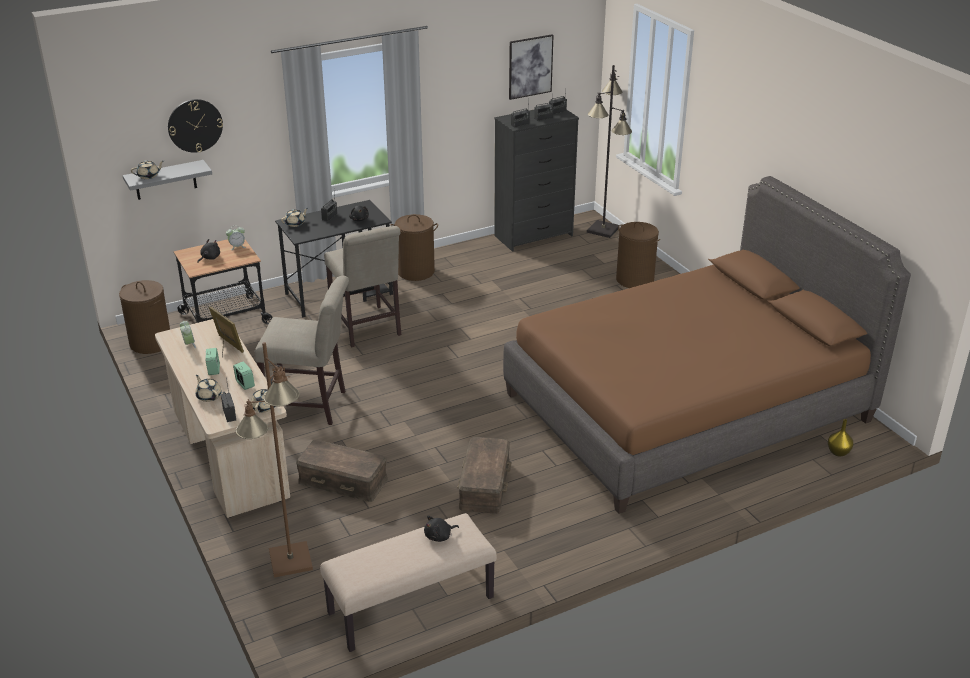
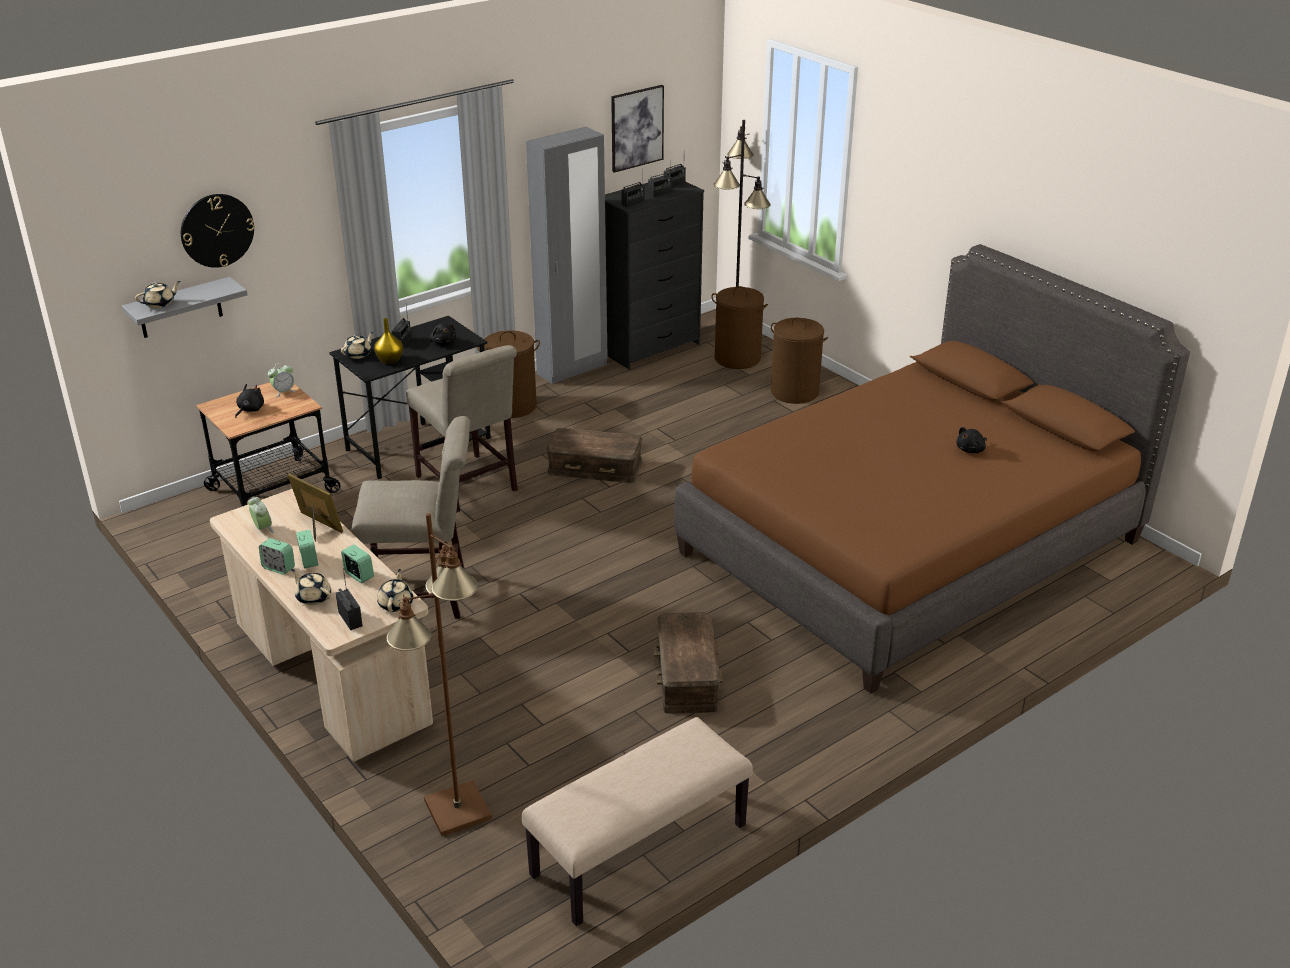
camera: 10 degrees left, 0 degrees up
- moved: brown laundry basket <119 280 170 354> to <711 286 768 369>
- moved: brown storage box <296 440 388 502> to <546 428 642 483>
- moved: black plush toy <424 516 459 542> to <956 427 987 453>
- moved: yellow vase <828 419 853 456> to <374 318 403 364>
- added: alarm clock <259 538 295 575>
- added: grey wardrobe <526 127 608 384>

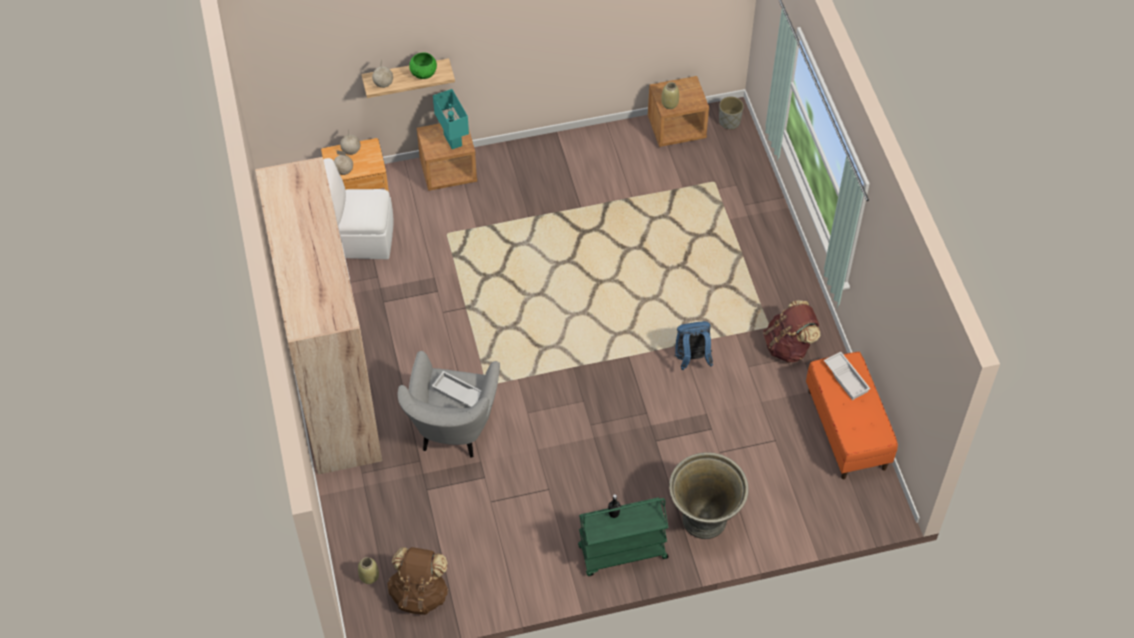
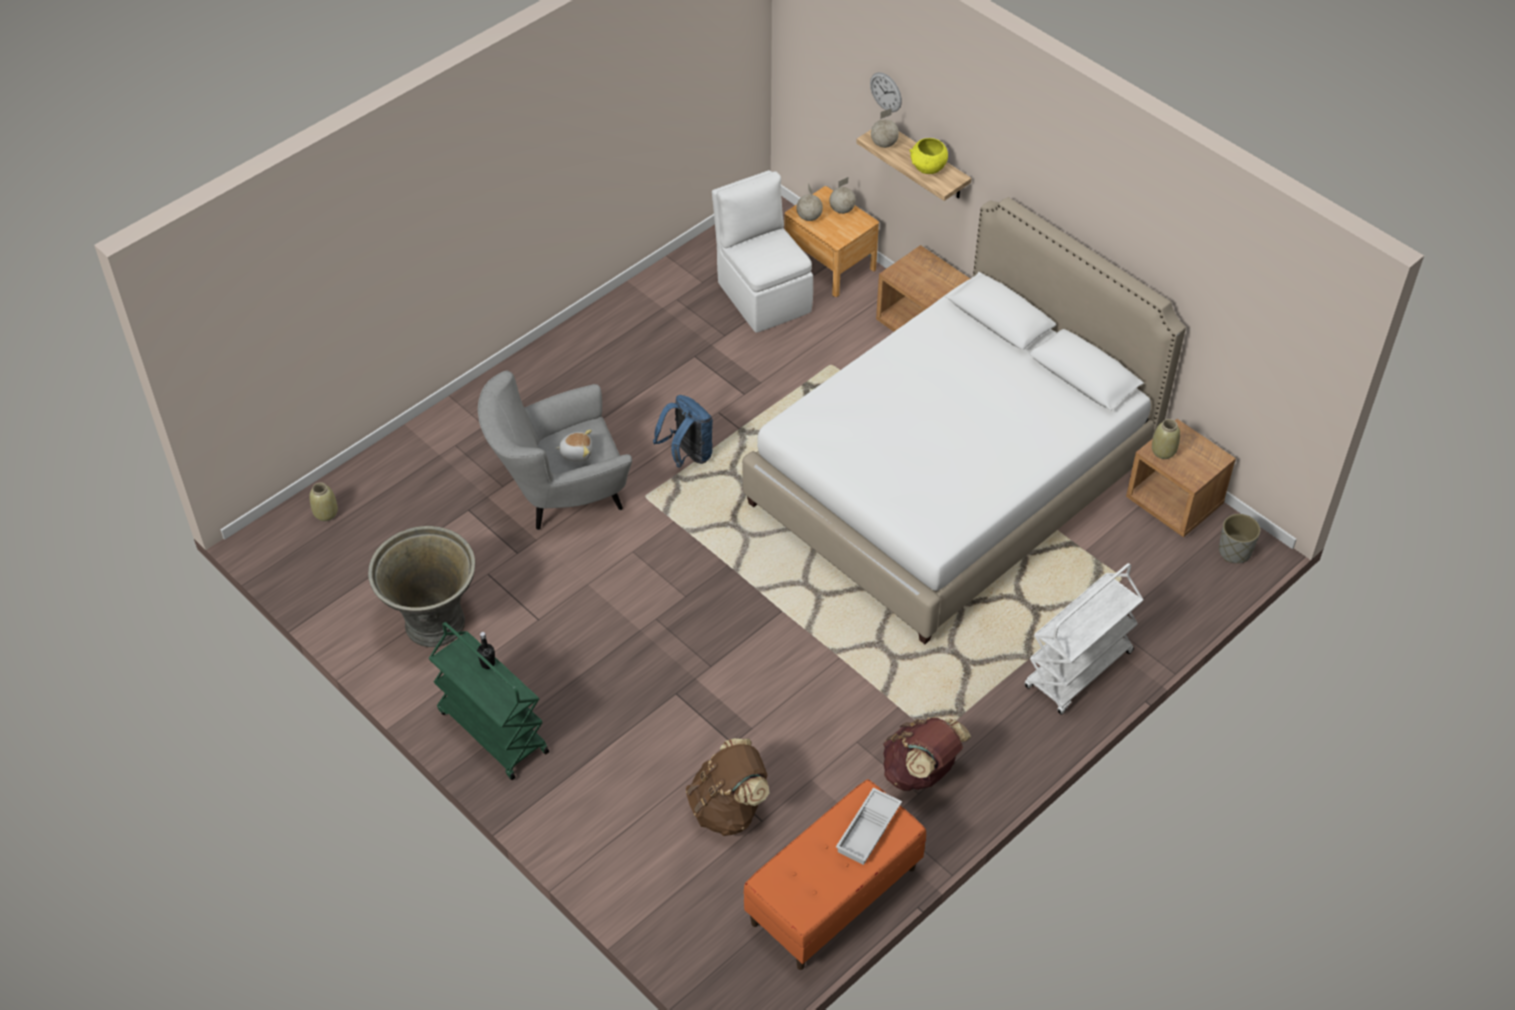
camera: 60 degrees right, 5 degrees down
- removed: beige wardrobe <255 157 382 475>
- moved: brown backpack <387 547 449 615> to <686 738 770 836>
- recoloured: green bowl <409 52 437 79> to yellow bowl <909 138 948 174>
- replaced: white tray <432 371 481 407> to plush toy <555 430 592 462>
- removed: turquoise table lamp <433 89 469 149>
- moved: grey planter <669 452 749 539> to <368 526 475 647>
- moved: blue backpack <674 321 713 370> to <653 395 713 468>
- added: white bed <742 197 1186 644>
- added: wall clock <870 72 902 112>
- added: white cart <1024 563 1144 715>

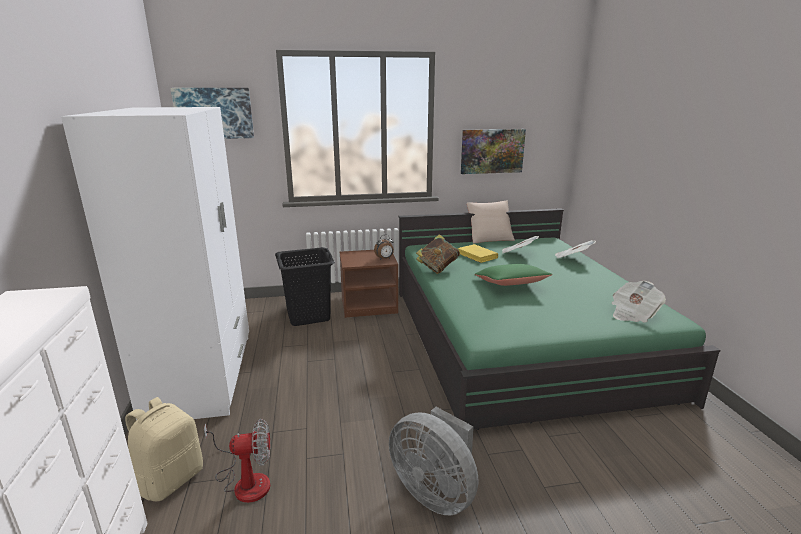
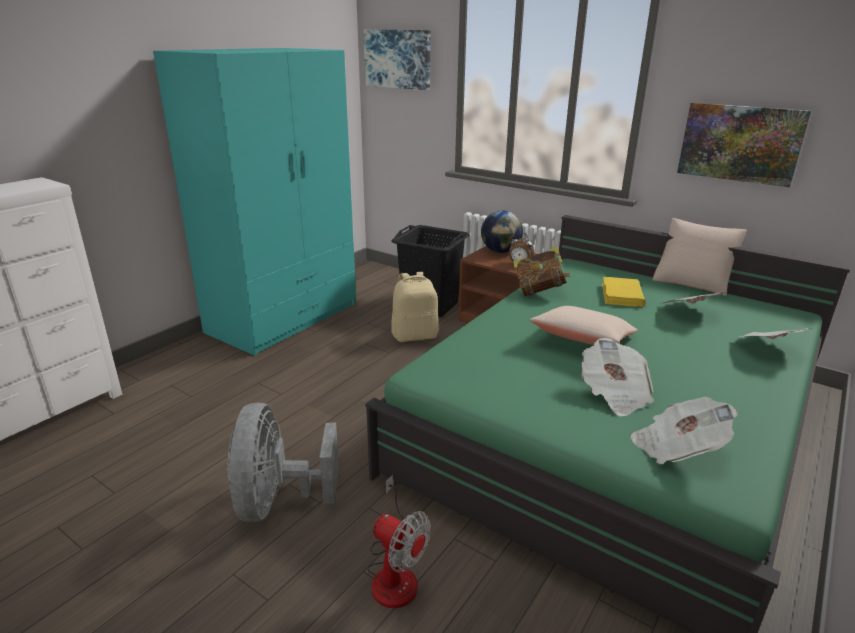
camera: 45 degrees right, 5 degrees up
- recoloured: white wardrobe <61 107 249 421> to turquoise wardrobe <153 48 356 356>
- moved: beige backpack <125 397 203 501> to <391 272 439 342>
- moved: fan <204 419 270 503> to <367 475 430 608>
- recoloured: green pillow <475 264 553 286> to beige pillow <530 306 637 345>
- added: globe <481 211 523 253>
- added: newspaper <582 338 654 417>

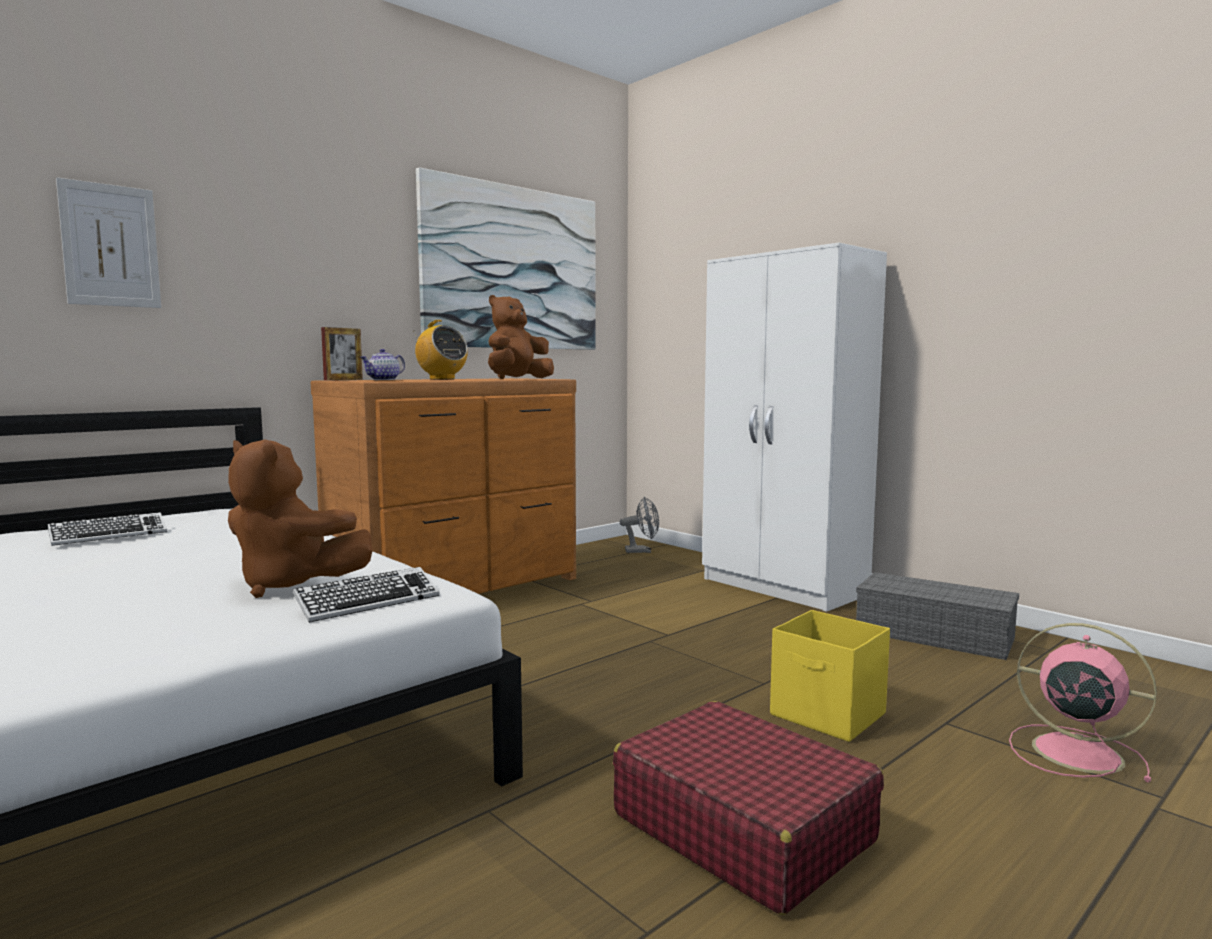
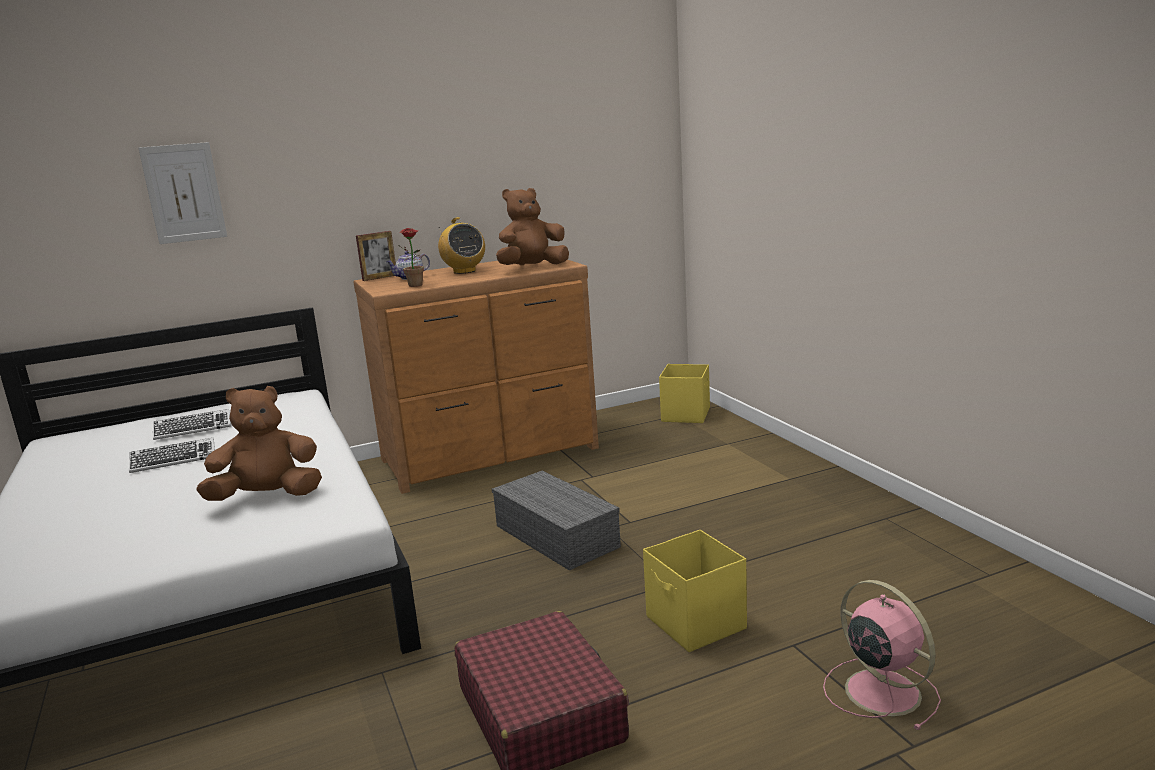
camera: 20 degrees right, 10 degrees up
- turned: brown plush toy <228 439 372 598> = <197 386 322 501> 120 degrees clockwise
- moved: keyboard <293 567 440 623> to <129 438 215 473>
- removed: picture <416 167 596 350>
- replaced: grey fan <620 497 659 553> to yellow storage box <659 364 710 423>
- removed: white wardrobe <702 243 887 612>
- moved: grey storage box <856 572 1019 660> to <492 471 621 571>
- added: potted plant <398 228 424 287>

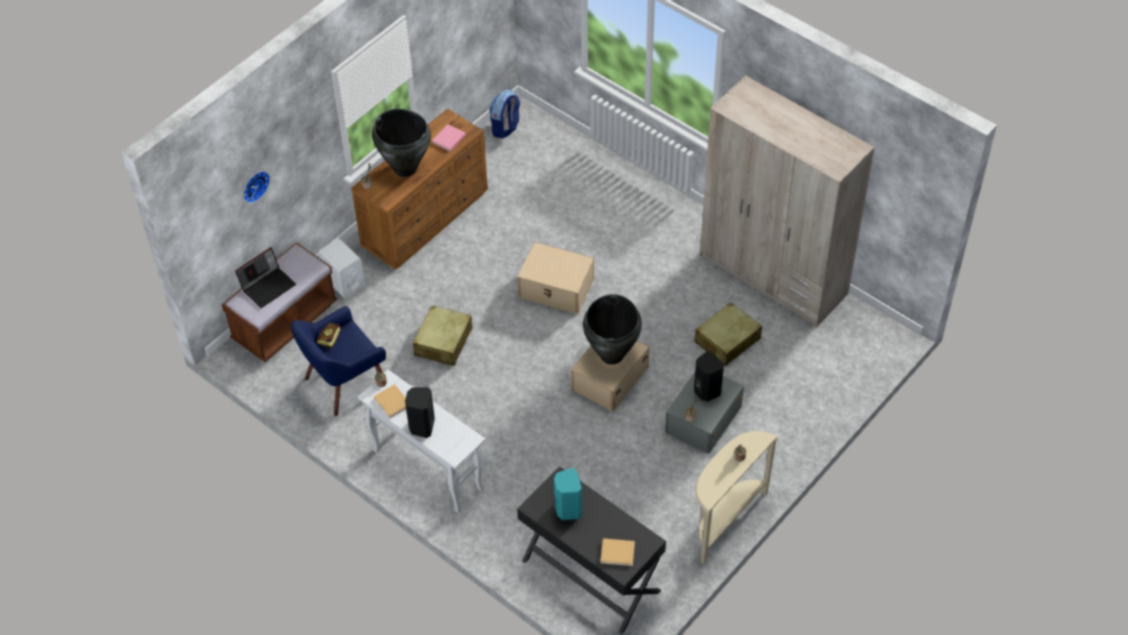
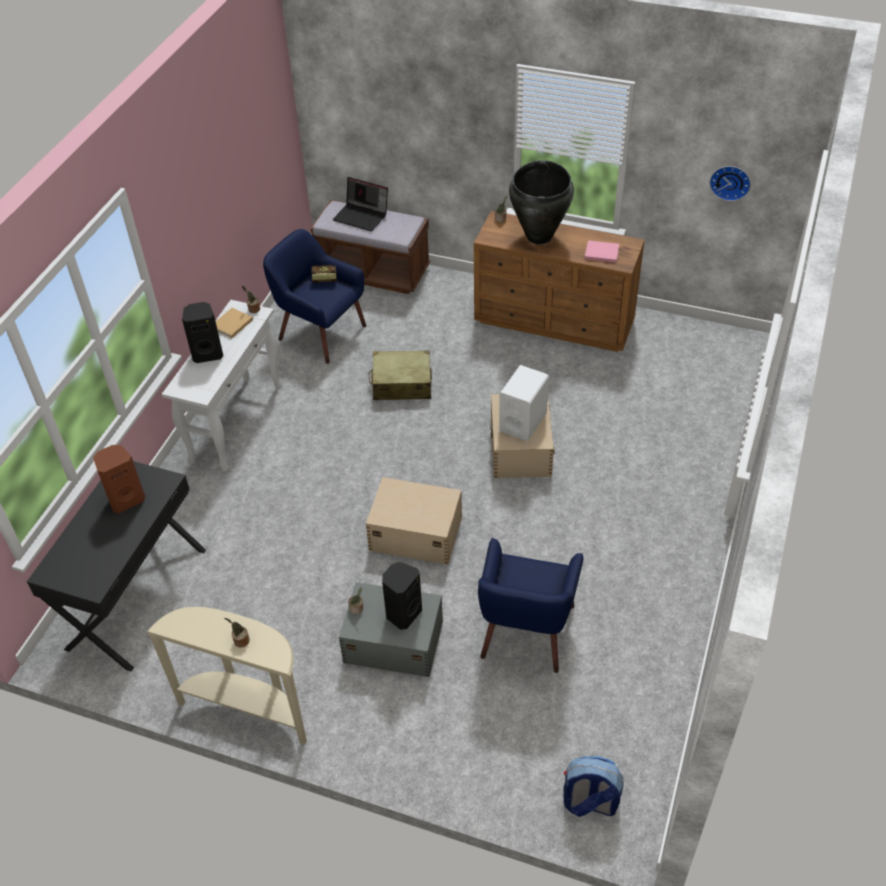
camera: 70 degrees right, 5 degrees down
- moved: wall clock <243 171 270 203> to <710 166 751 201>
- moved: white speaker <319 238 365 298> to <499 365 549 441>
- moved: backpack <489 89 520 138> to <563 756 624 817>
- recoloured: turquoise speaker <554 468 582 520> to brown speaker <93 445 145 513>
- removed: black vase <583 294 642 365>
- removed: beige book <600 538 635 566>
- replaced: beige suitcase <694 302 762 366> to blue armchair <478 538 584 673>
- removed: beige wardrobe <700 76 875 327>

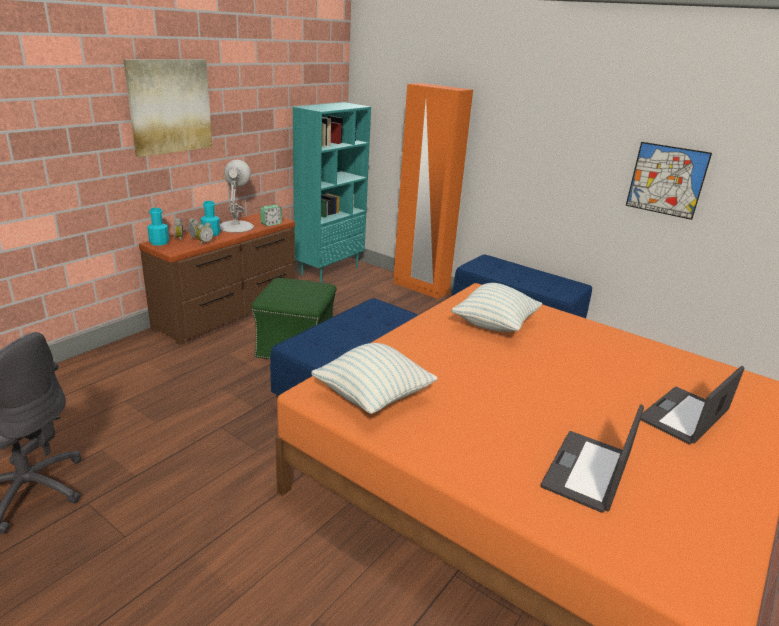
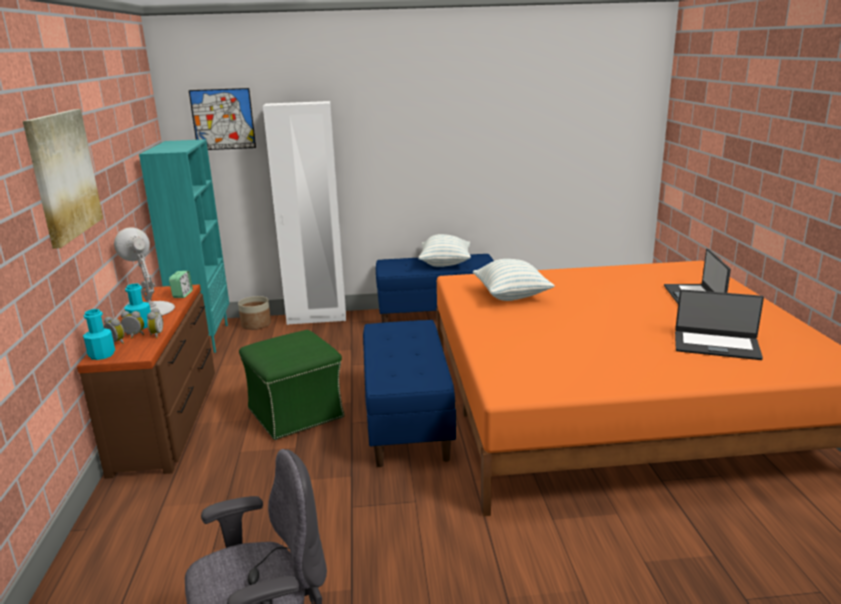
camera: 40 degrees left, 5 degrees down
- moved: pillow <311 343 438 414> to <419 234 471 267>
- recoloured: orange wardrobe <394 83 473 299> to white wardrobe <263 101 346 325>
- turned: laptop <541 404 644 513> = <675 289 764 360> 60 degrees counterclockwise
- moved: picture <626 142 712 220> to <189 88 256 150>
- added: planter <238 296 271 330>

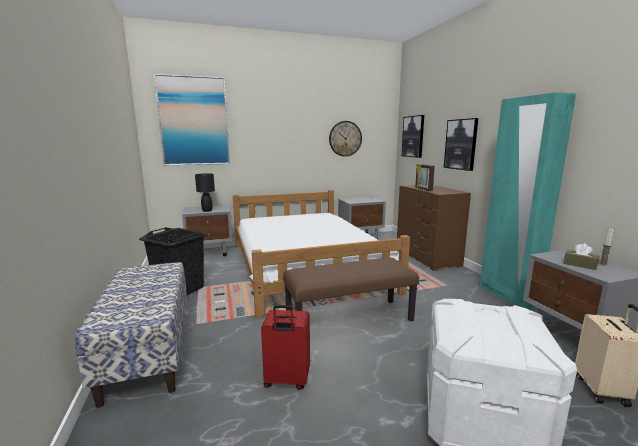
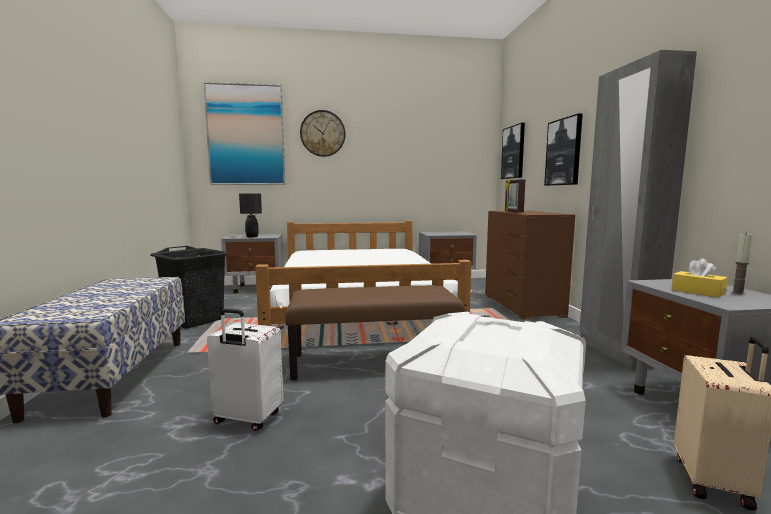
camera: 10 degrees right, 5 degrees down
- recoloured: red suitcase <261 305 310 390> to white suitcase <207 309 283 431>
- moved: wall clock <329 121 362 157> to <300 110 345 157>
- recoloured: turquoise wardrobe <480 92 576 309> to grey wardrobe <579 50 697 370>
- recoloured: brown tissue box <564 243 599 270> to yellow tissue box <671 259 728 298>

